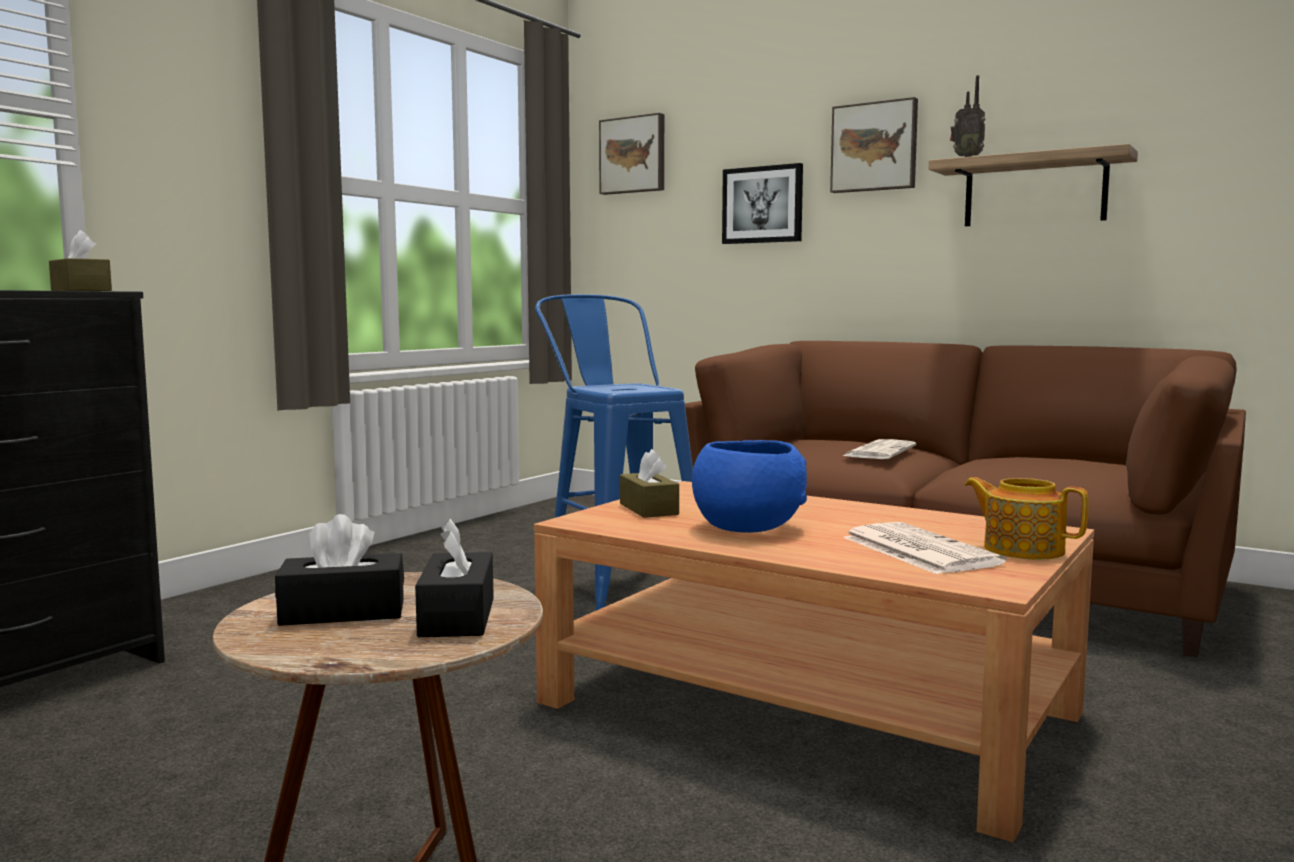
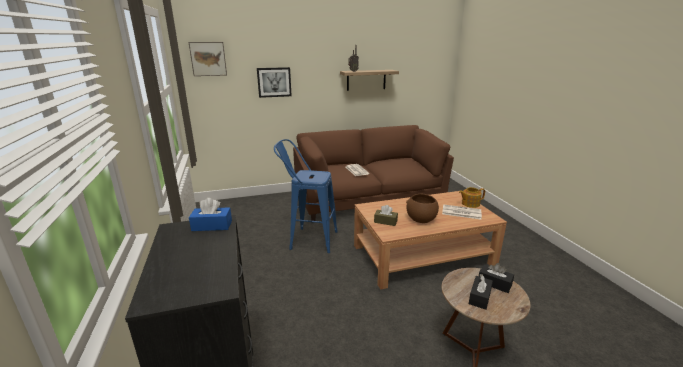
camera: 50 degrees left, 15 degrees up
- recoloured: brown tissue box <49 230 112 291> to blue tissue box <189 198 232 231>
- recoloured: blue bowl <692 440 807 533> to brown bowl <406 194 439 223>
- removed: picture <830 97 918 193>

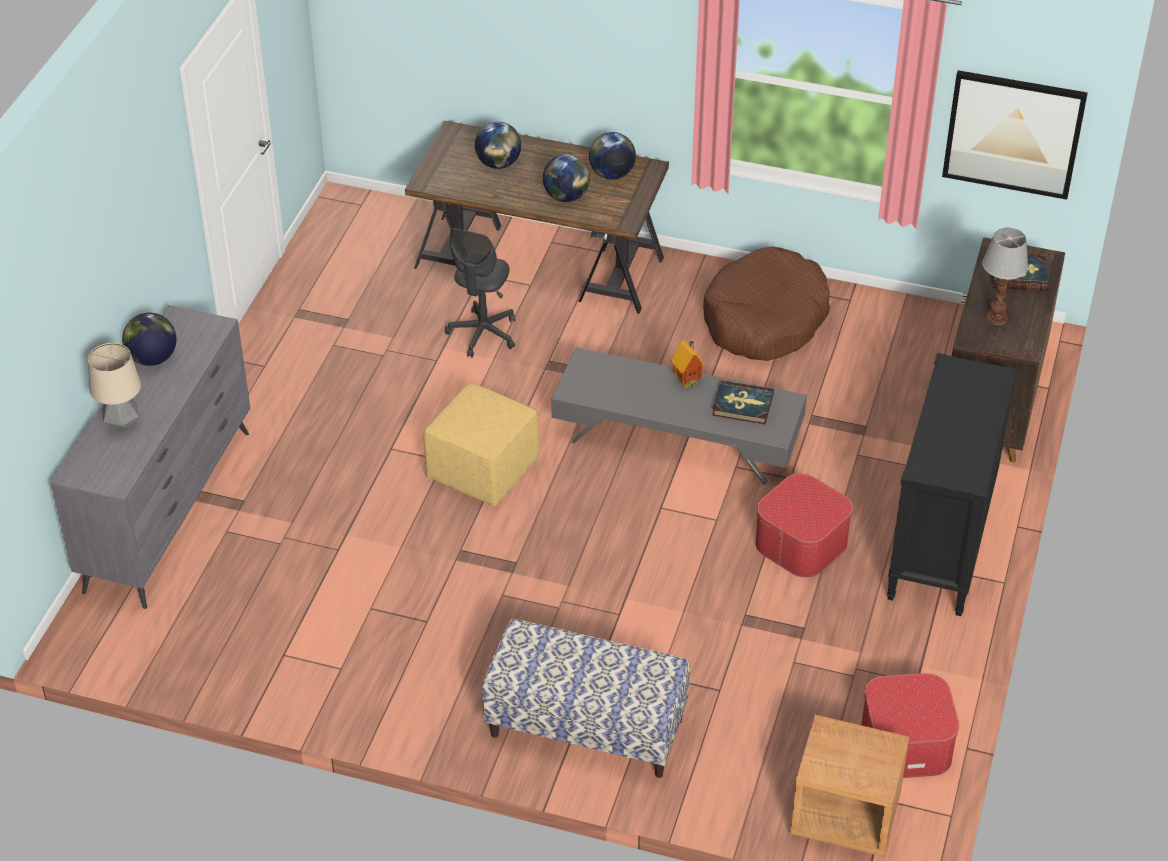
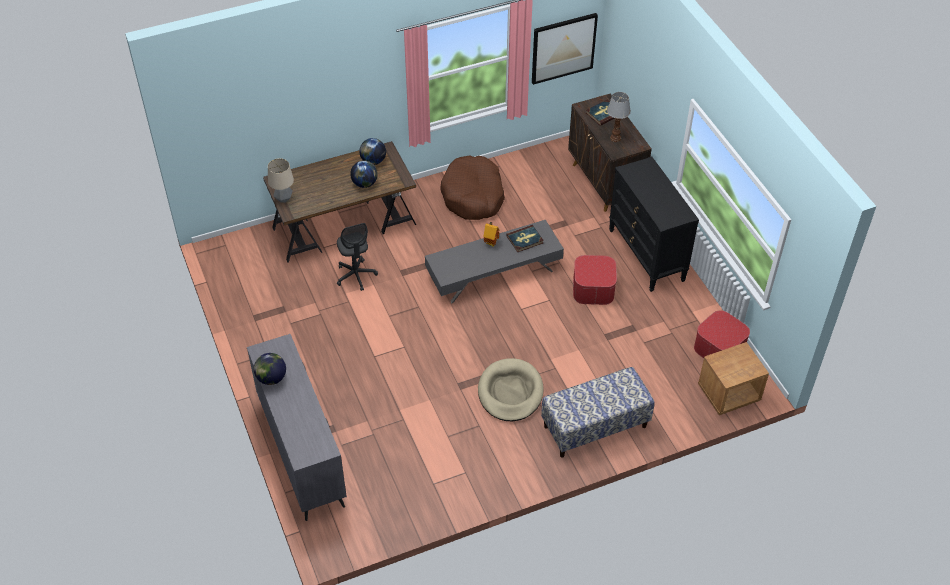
camera: 40 degrees left, 5 degrees up
- moved: table lamp <88 343 141 431> to <268 158 294 203>
- removed: yellow ottoman <423 382 540 506>
- removed: globe <475 122 521 169>
- added: beige dog bed <478 358 544 421>

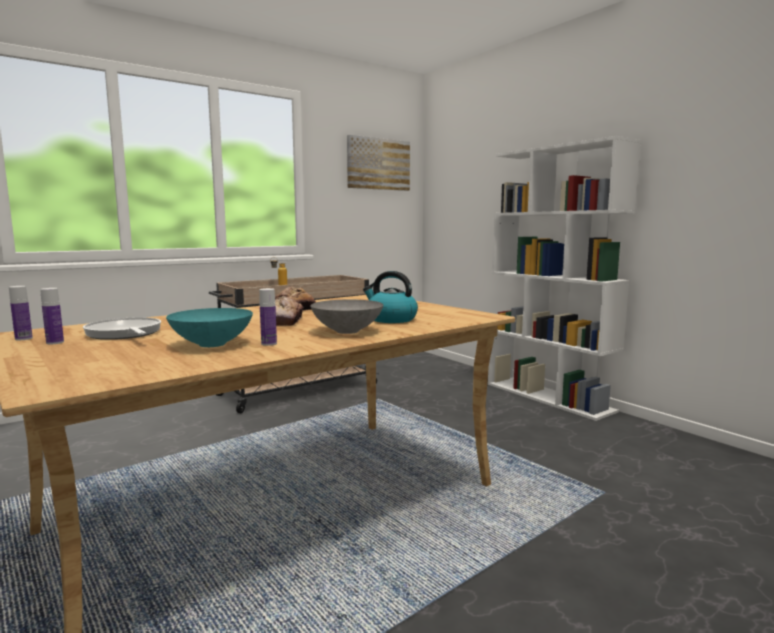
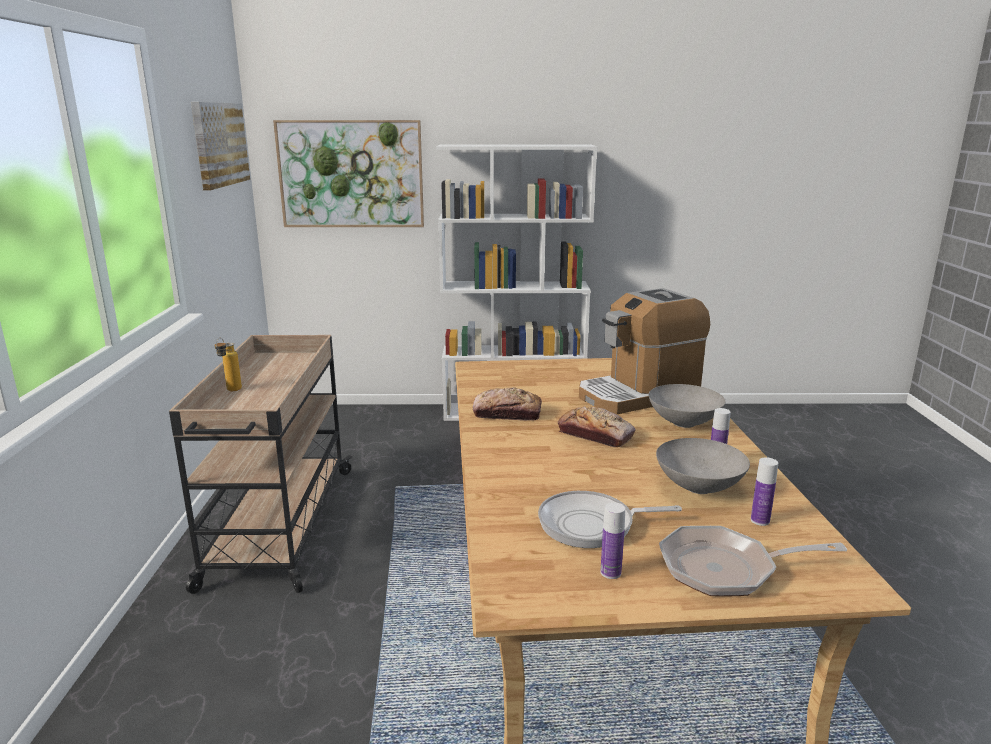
camera: 55 degrees left, 10 degrees up
- moved: bottle <9 286 33 340> to <751 457 778 526>
- recoloured: turquoise bowl <166 308 253 347> to grey bowl <656 438 750 494>
- replaced: kettle <363 271 418 323> to coffee machine <579 288 710 414>
- added: picture <273 120 424 227>
- added: frying pan <659 526 847 597>

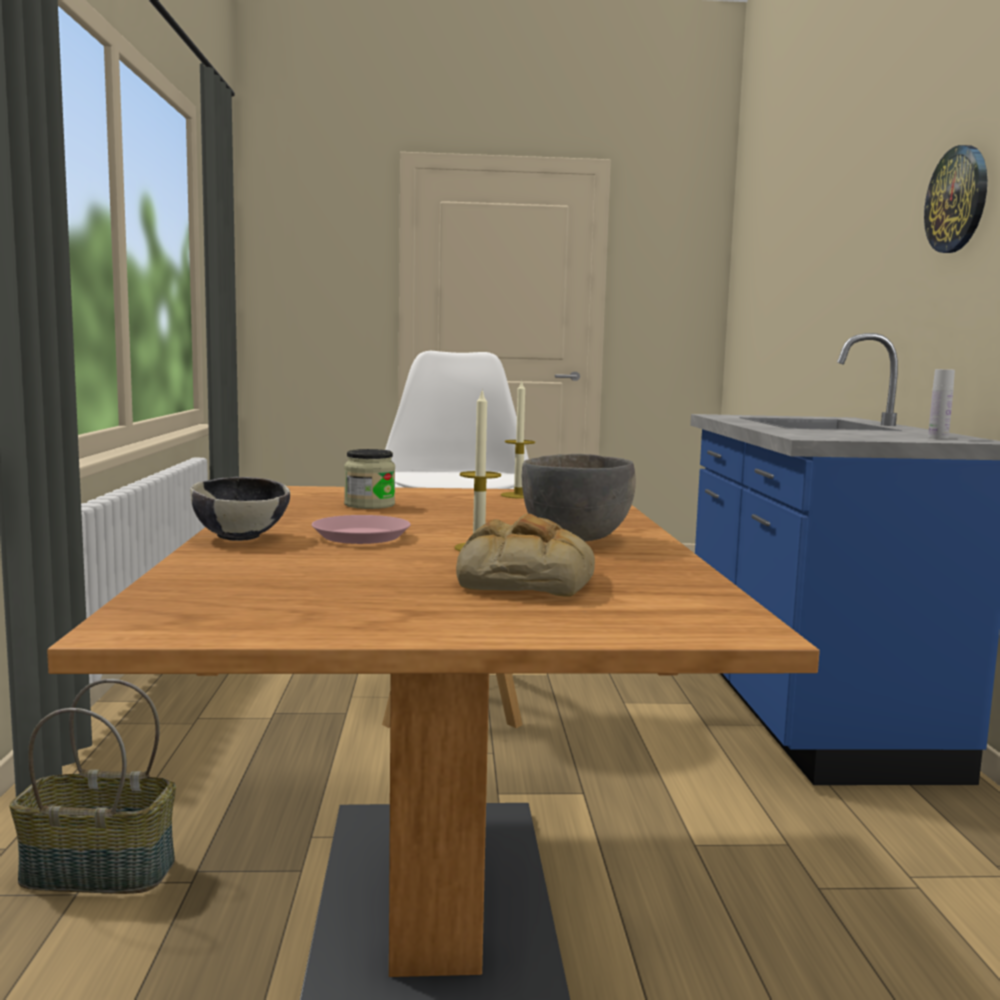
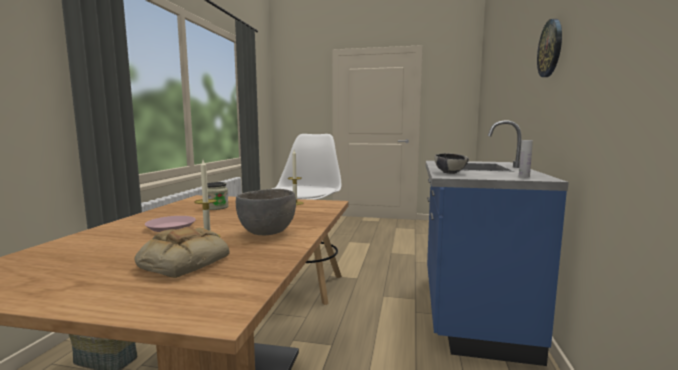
camera: 15 degrees right, 0 degrees up
- moved: bowl <190 477 290 541> to <434 153 469 174>

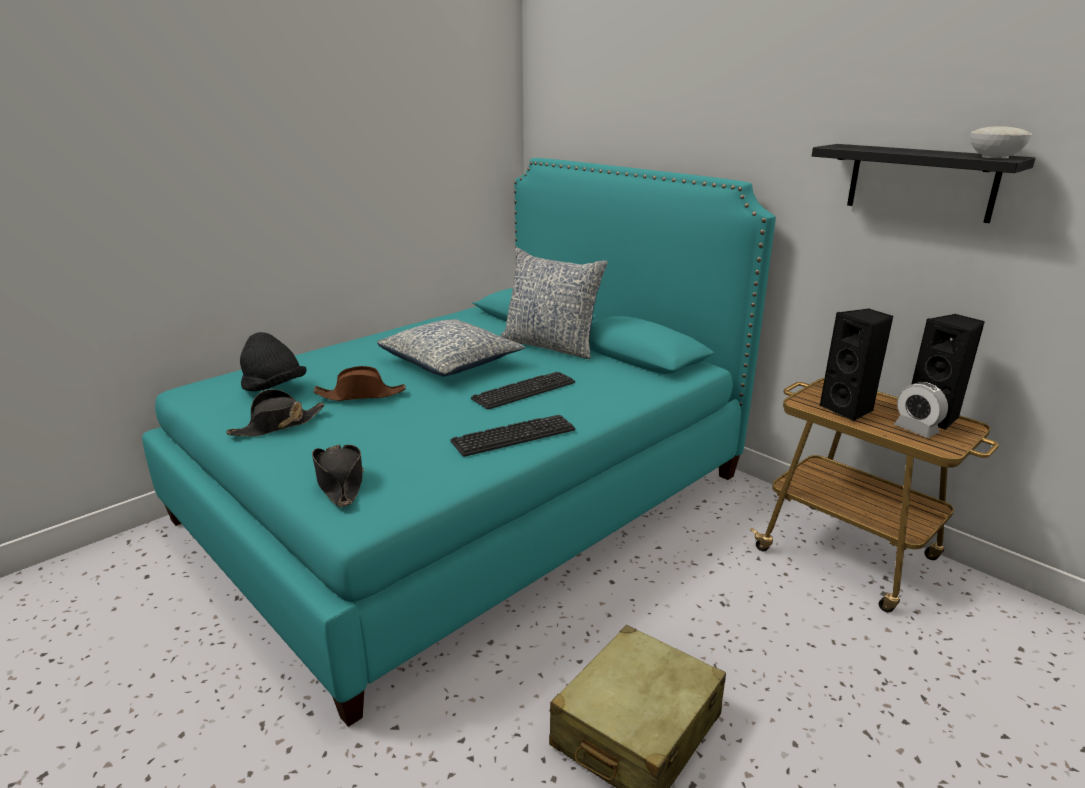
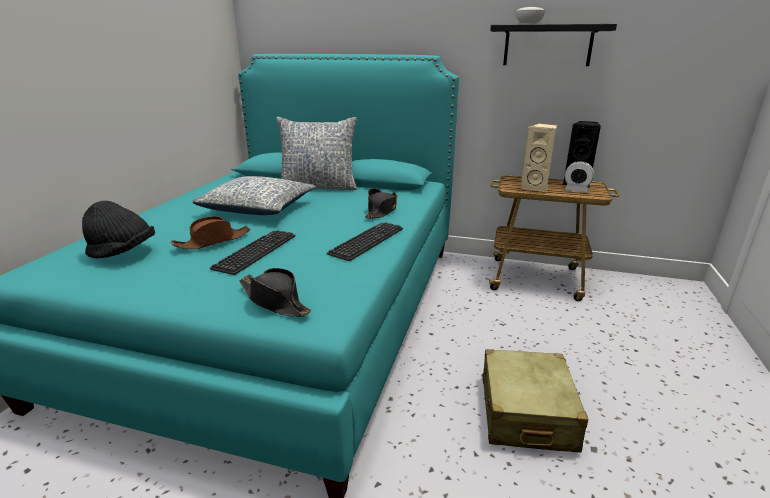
camera: 30 degrees left, 0 degrees up
- moved: black hat <226 389 325 436> to <365 188 398 219>
- moved: keyboard <471 372 575 410> to <210 230 295 275>
- recoloured: black speaker <819 308 893 422> to beige speaker <520 123 557 192>
- moved: white bowl <970 126 1032 159> to <515 7 546 25>

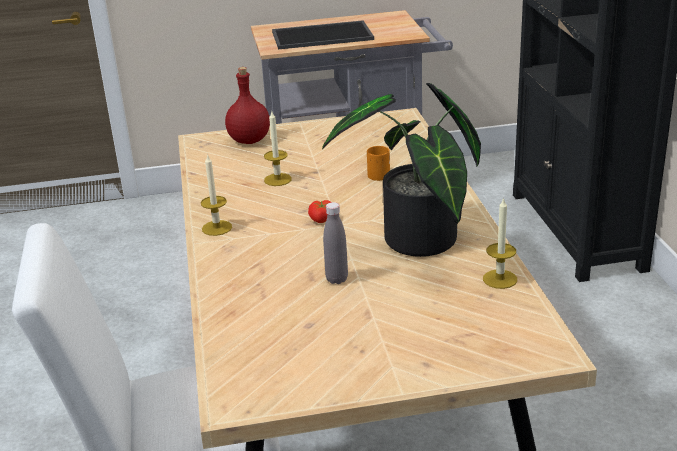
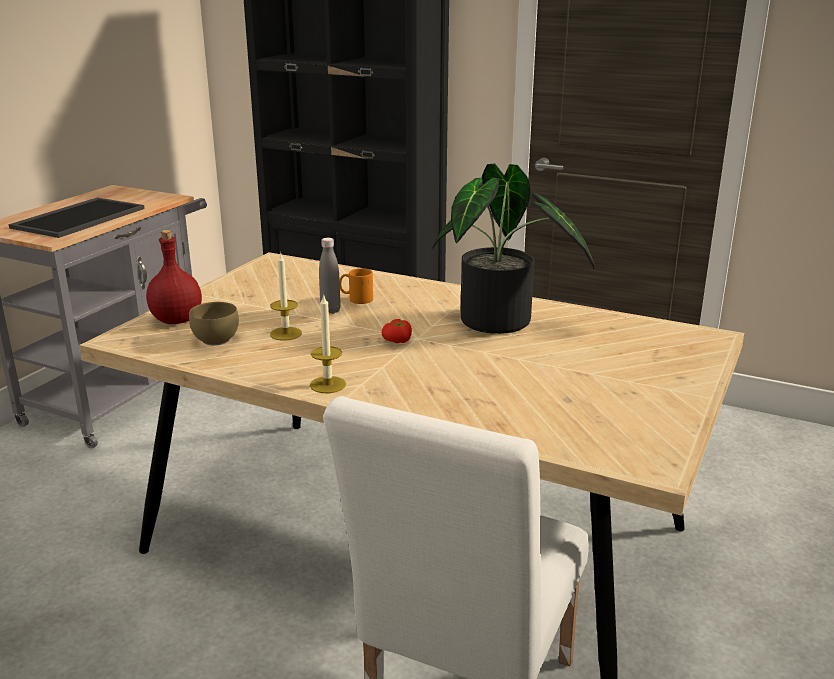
camera: 55 degrees left, 5 degrees down
- moved: grey bottle <323 202 348 284> to <319 238 341 314>
- removed: candle <483 197 517 289>
- added: brown bowl <189 302 239 345>

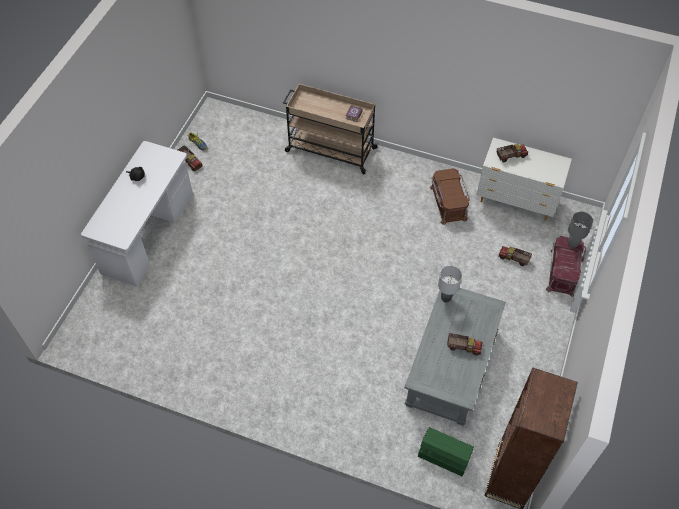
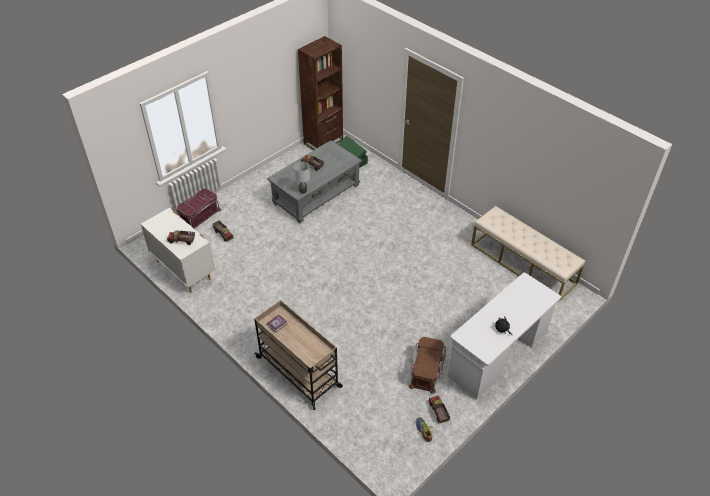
camera: 155 degrees left, 10 degrees down
- moved: brown storage box <430 168 470 225> to <409 337 446 394>
- removed: grey table lamp <568 212 593 248>
- added: beige bench <471 206 585 302>

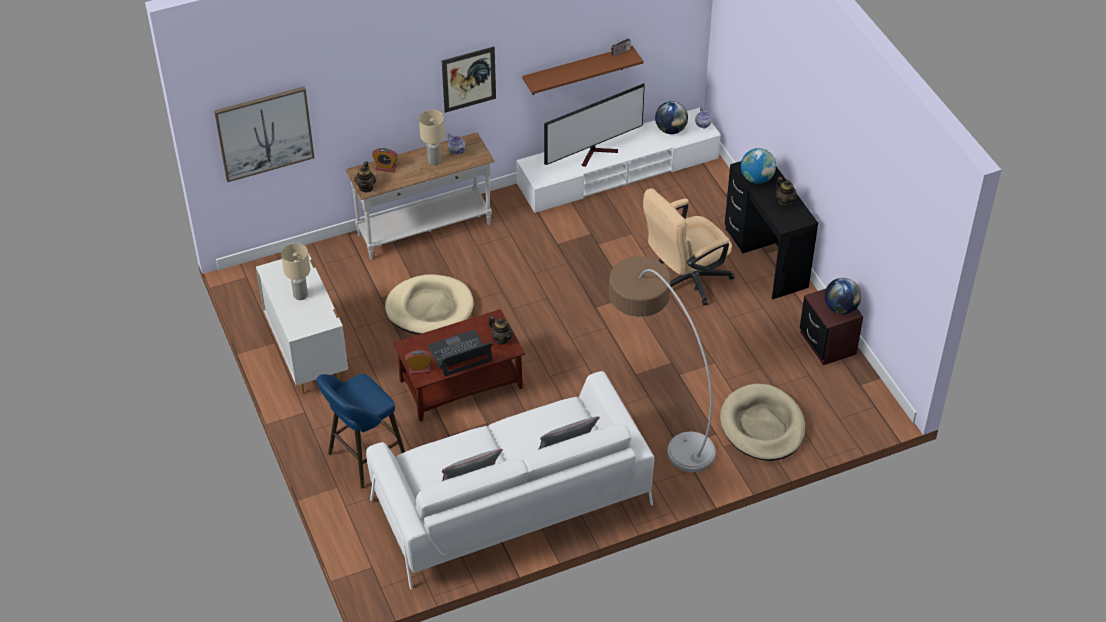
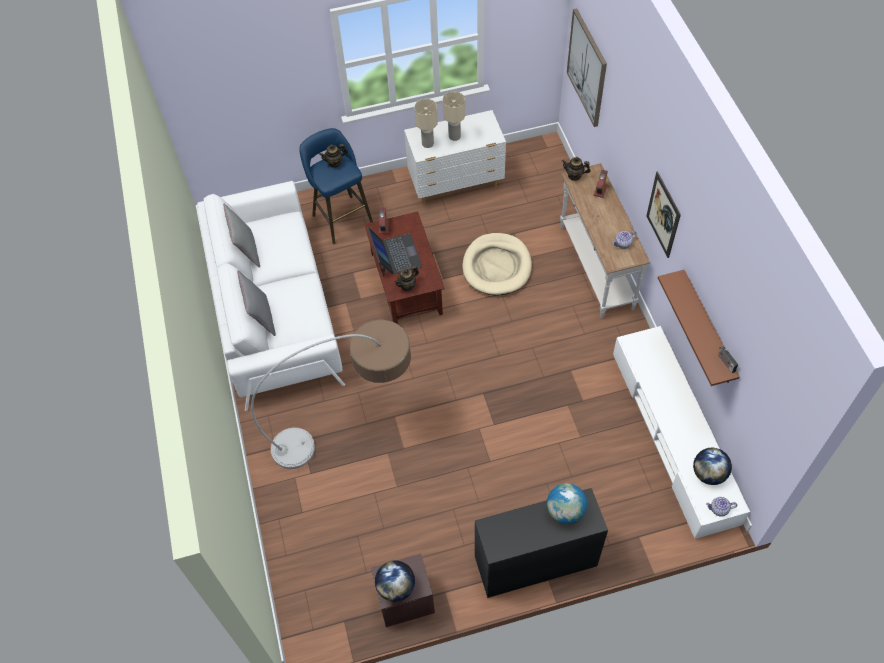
camera: 100 degrees right, 10 degrees up
- moved: beige table lamp <419 110 445 165> to <414 99 438 148>
- removed: television <544 83 645 167>
- removed: beige office chair <643 188 734 306>
- removed: beige dog bed <720 384 805 461>
- moved: teapot <776 177 797 206> to <319 144 347 168>

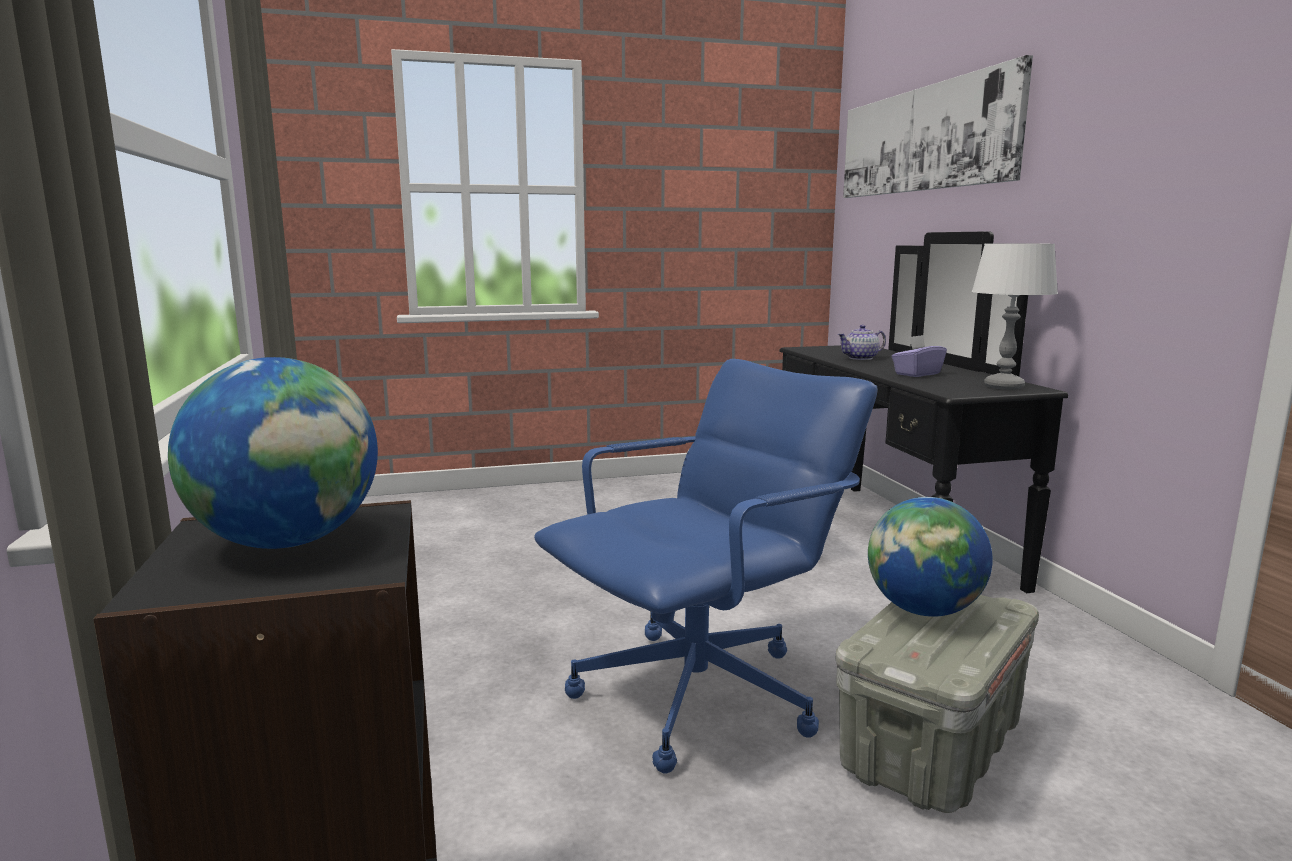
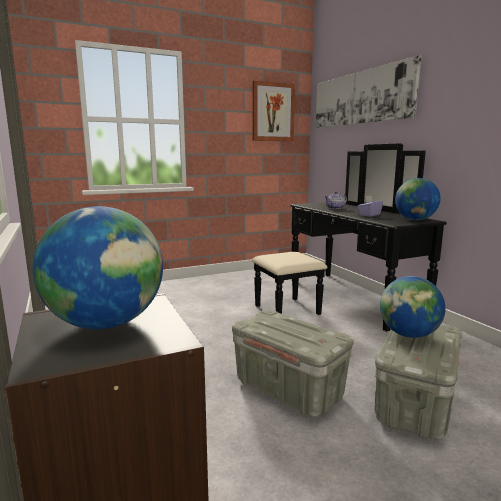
camera: 10 degrees left, 0 degrees up
- replaced: blue office chair <534 359 878 773> to grey storage box <232 310 354 417>
- replaced: white table lamp <972 244 1058 390> to globe <395 178 441 220>
- added: picture <252 81 295 141>

